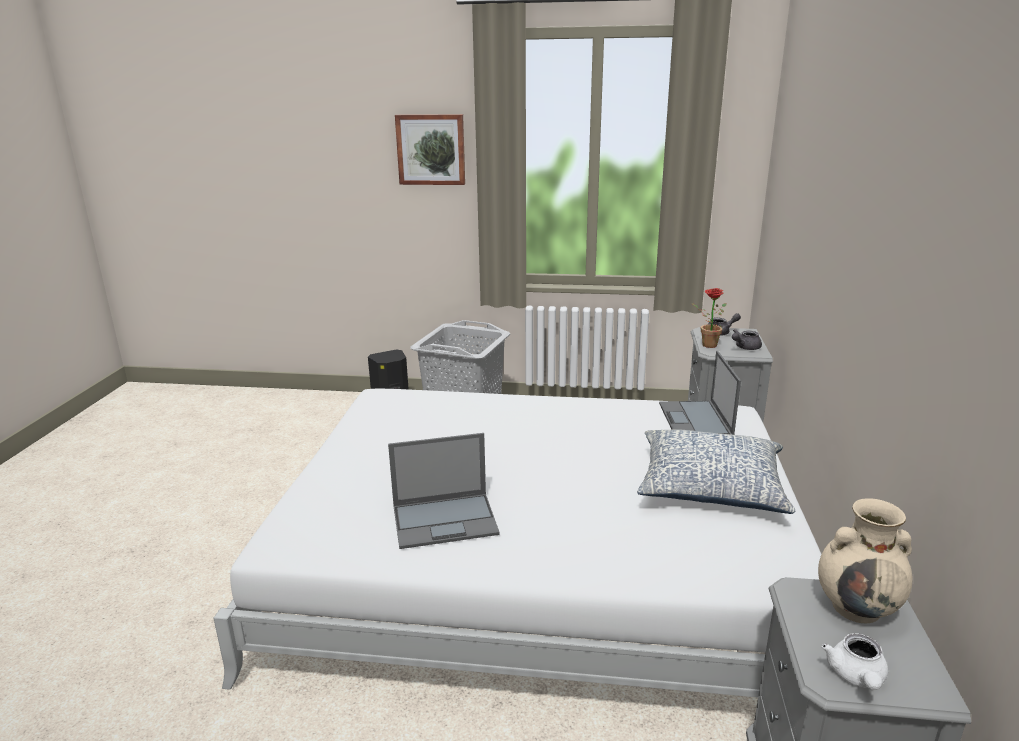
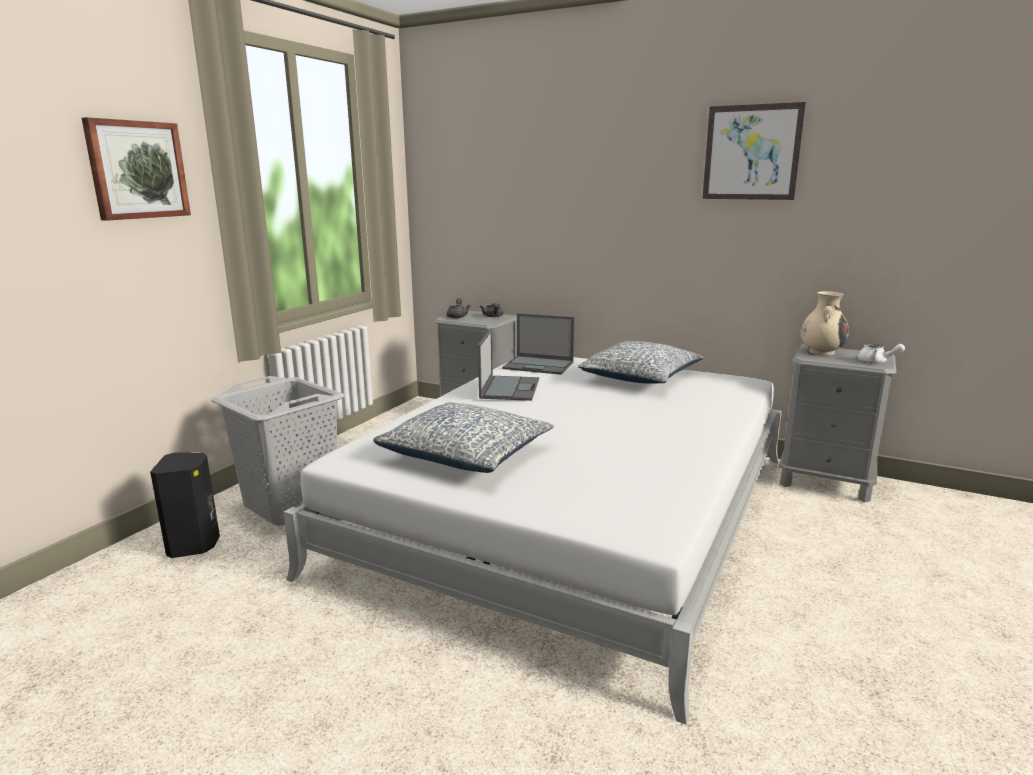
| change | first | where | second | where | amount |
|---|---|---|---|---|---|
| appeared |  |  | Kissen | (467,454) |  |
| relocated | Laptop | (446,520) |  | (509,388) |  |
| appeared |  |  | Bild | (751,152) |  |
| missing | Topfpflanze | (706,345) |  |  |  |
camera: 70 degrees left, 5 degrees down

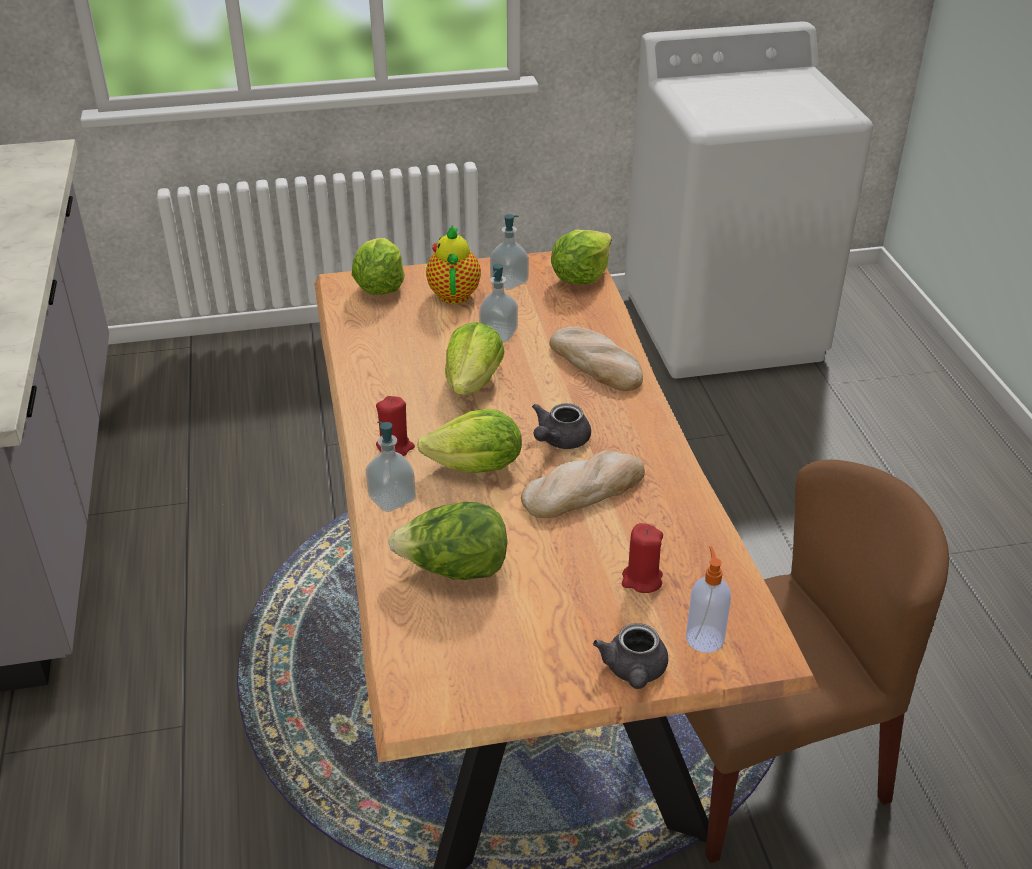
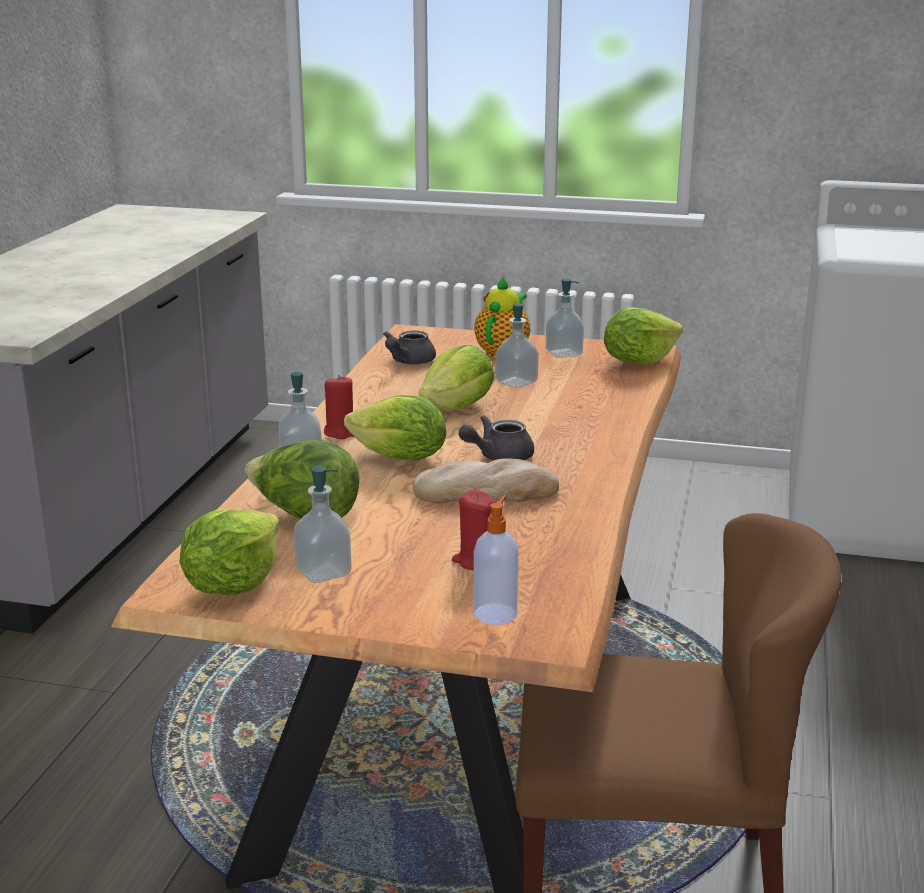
| change | first | where | second | where | amount |
|---|---|---|---|---|---|
| relocated | Salatkopf | (380,287) |  | (232,584) |  |
| appeared |  |  | Seifenspender | (323,572) |  |
| relocated | Teekanne (grau) | (634,672) |  | (408,362) |  |
| missing | Brot | (596,363) |  |  |  |
camera: 25 degrees right, 15 degrees down

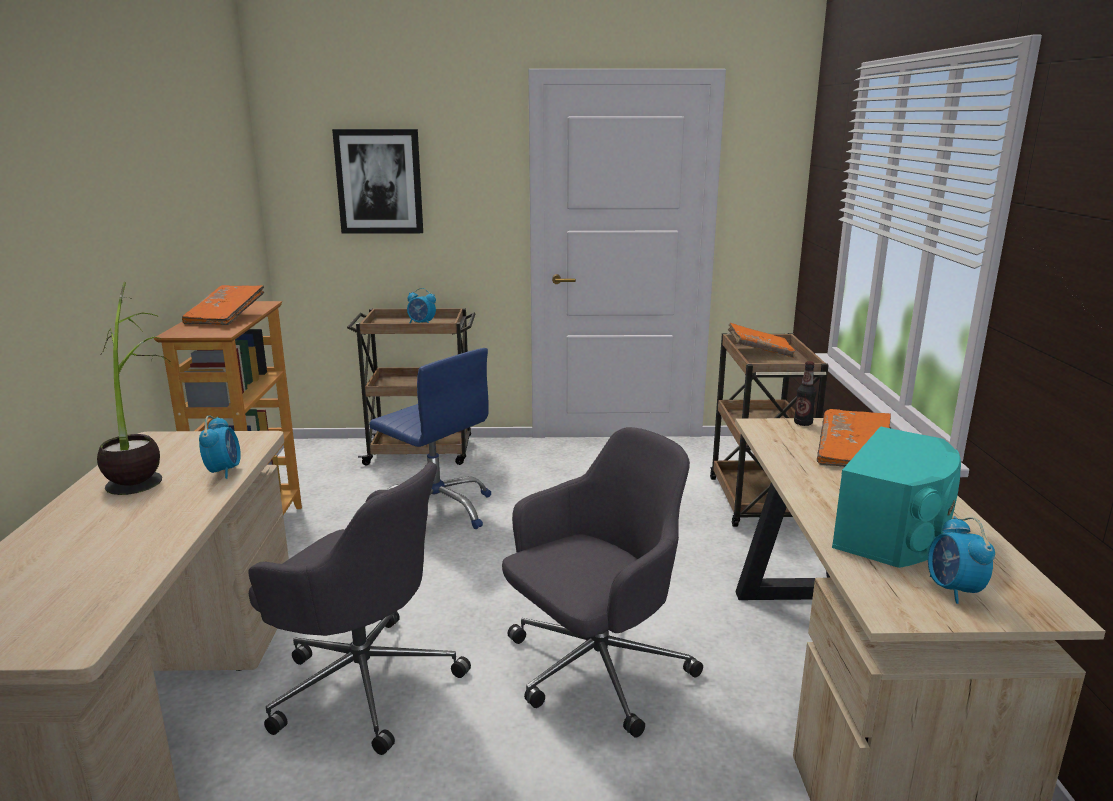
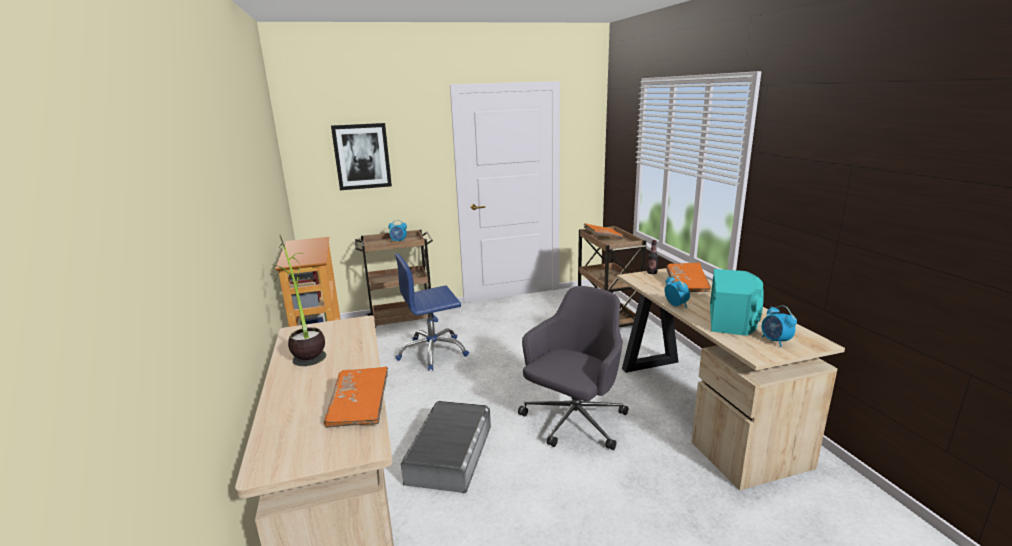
| change | first | where | second | where | amount |
|---|---|---|---|---|---|
| relocated | Buch (orange) | (226,318) |  | (360,407) |  |
| spun | Bürostuhl (blau) | (436,510) |  | (433,352) | 135 degrees clockwise |
| exchanged | Bürostuhl (grau) | (363,681) | Aufbewahrungsbox (grau) | (450,453) |  |
| relocated | Wecker | (224,471) |  | (676,305) |  |
camera: 15 degrees left, 0 degrees up

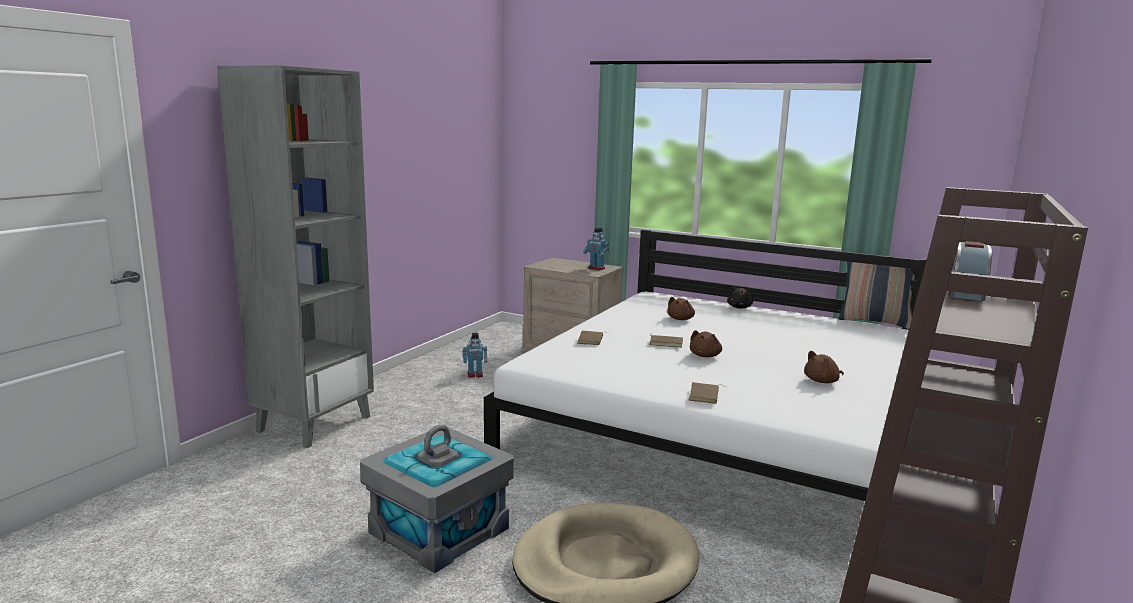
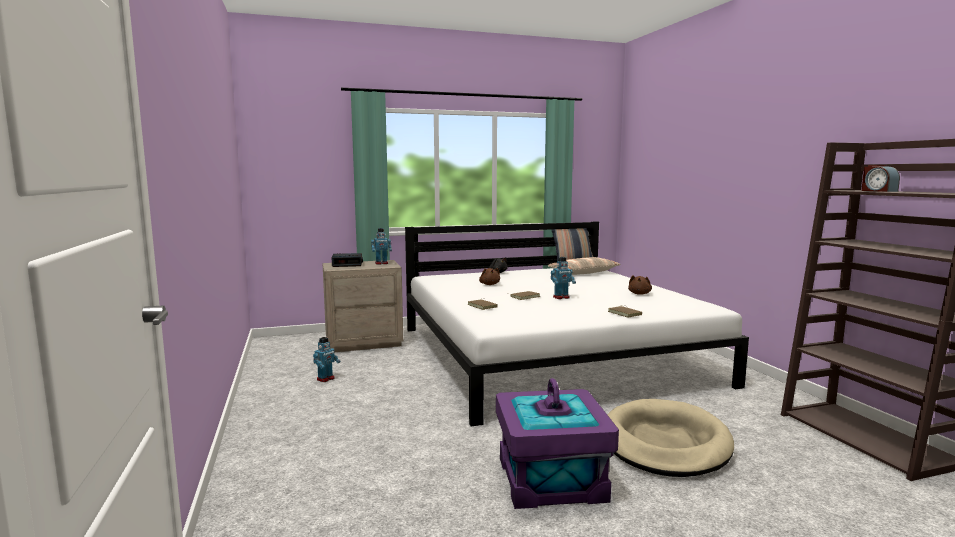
| change | first | where | second | where | amount |
|---|---|---|---|---|---|
| appeared |  |  | Wecker | (347,264) |  |
| colour | Aufbewahrungsbox (grau) | (439,530) | Aufbewahrungsbox (lila) | (550,479) |  |
| appeared |  |  | Kissen | (583,273) |  |
| exchanged | Plüschtier (braun) | (705,356) | Spielzeugroboter | (561,297) |  |
| missing | Bücherregal (grau) | (314,423) |  |  |  |
camera: 45 degrees left, 5 degrees down

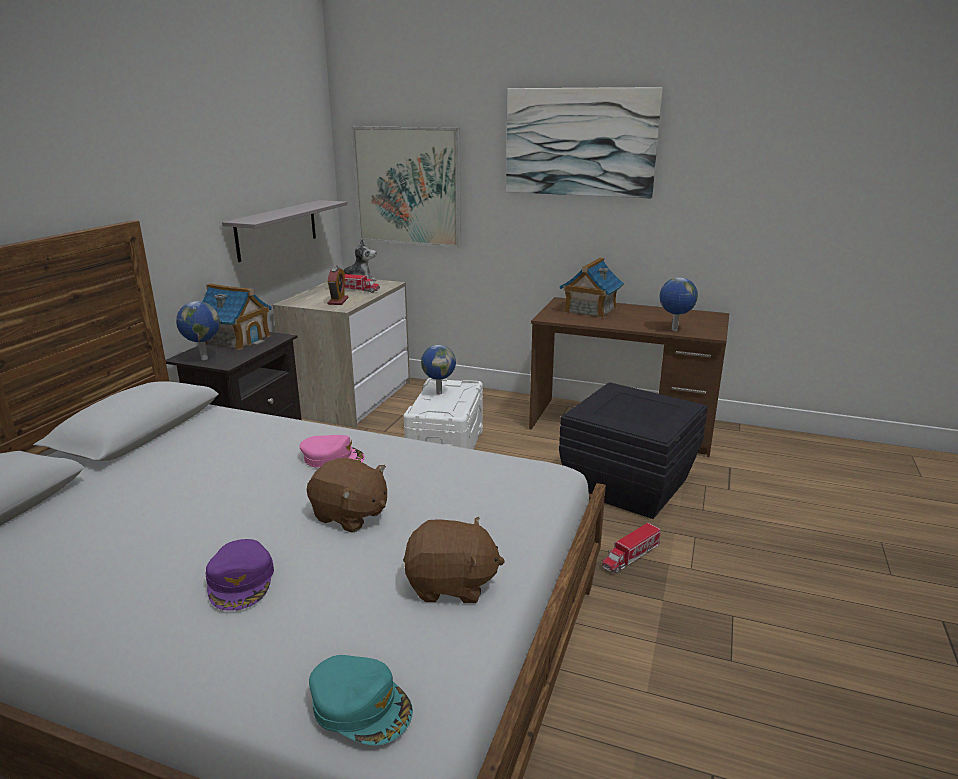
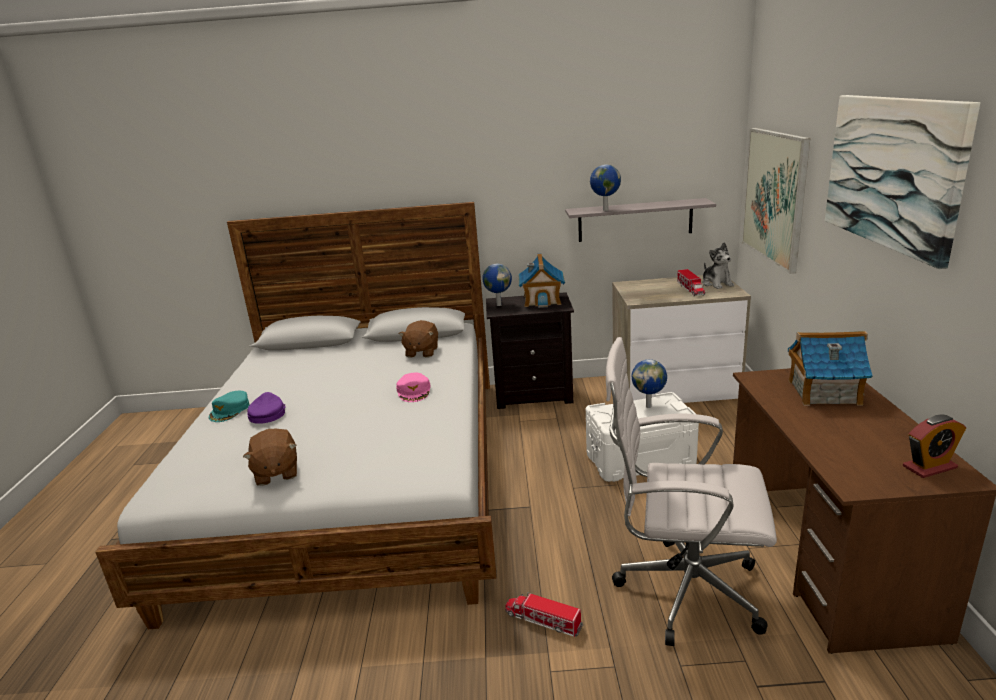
| change | first | where | second | where | amount |
|---|---|---|---|---|---|
| relocated | Kappe (türkis) | (361,705) |  | (230,410) |  |
| spun | Kappe (lila) | (241,581) |  | (267,414) | 120 degrees clockwise |
| relocated | Plüschtier (braun) | (350,515) |  | (421,352) |  |
| relocated | Globus | (674,330) |  | (604,210) |  |
| exchanged | Aufbewahrungsbox (schwarz) | (627,484) | Bürostuhl (weiß) | (682,590) |  |
| relocated | Wecker | (338,301) |  | (929,467) |  |
camera: 70 degrees right, 0 degrees up

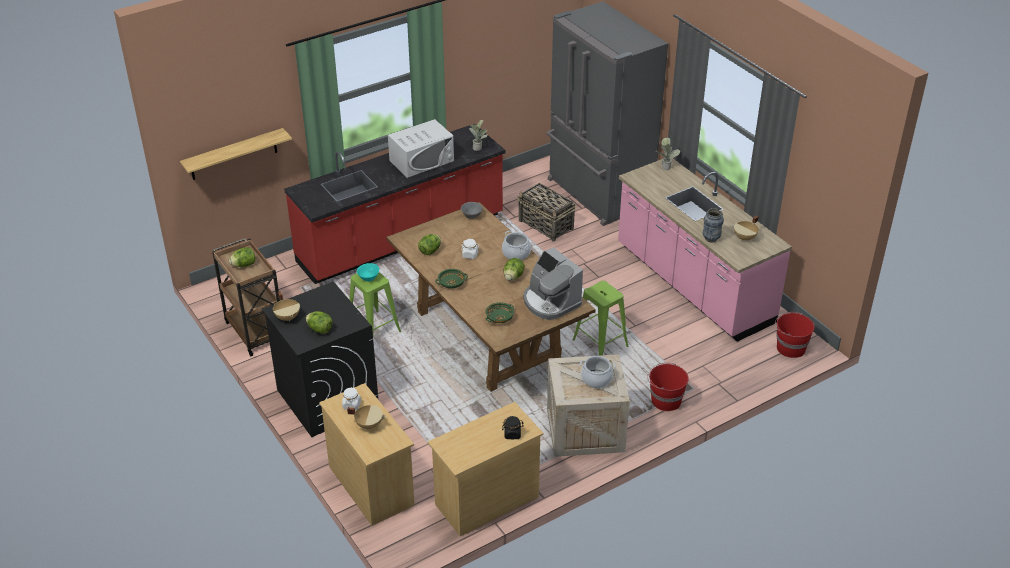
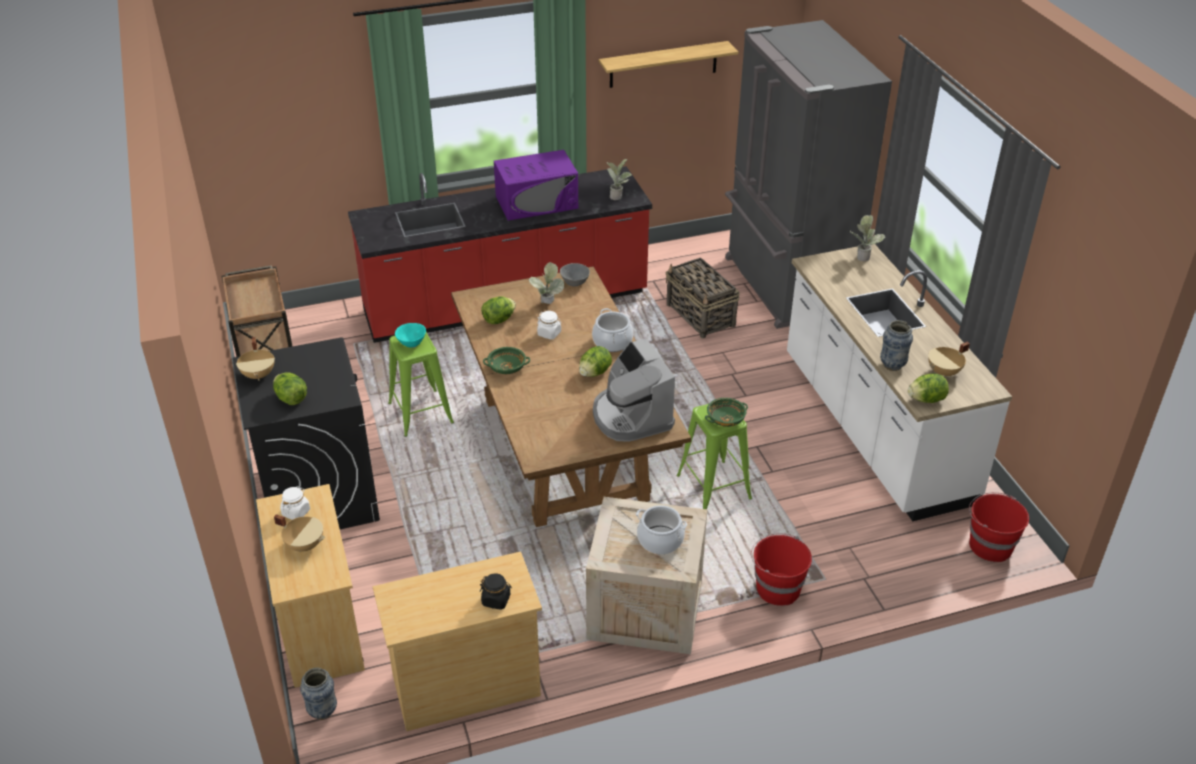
| change | first | where | second | where | amount |
|---|---|---|---|---|---|
| appeared |  |  | Vase | (322,711) |  |
| colour | Mikrowelle (weiß) | (422,161) | Mikrowelle (lila) | (537,202) |  |
| appeared |  |  | Topfpflanze | (547,305) |  |
| relocated | Wandregal | (233,154) |  | (663,64) |  |
| relocated | Schüssel (grün) | (499,318) |  | (726,419) |  |
| colour | Küchenzeile (rosa) | (693,285) | Küchenzeile (weiß) | (874,429) |  |
| relocated | Salatkopf | (244,265) |  | (926,399) |  |
camera: 15 degrees right, 0 degrees up

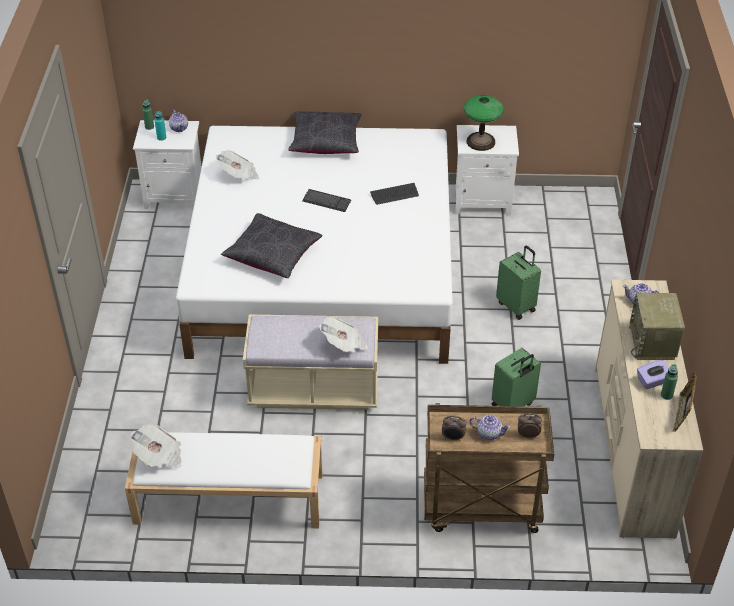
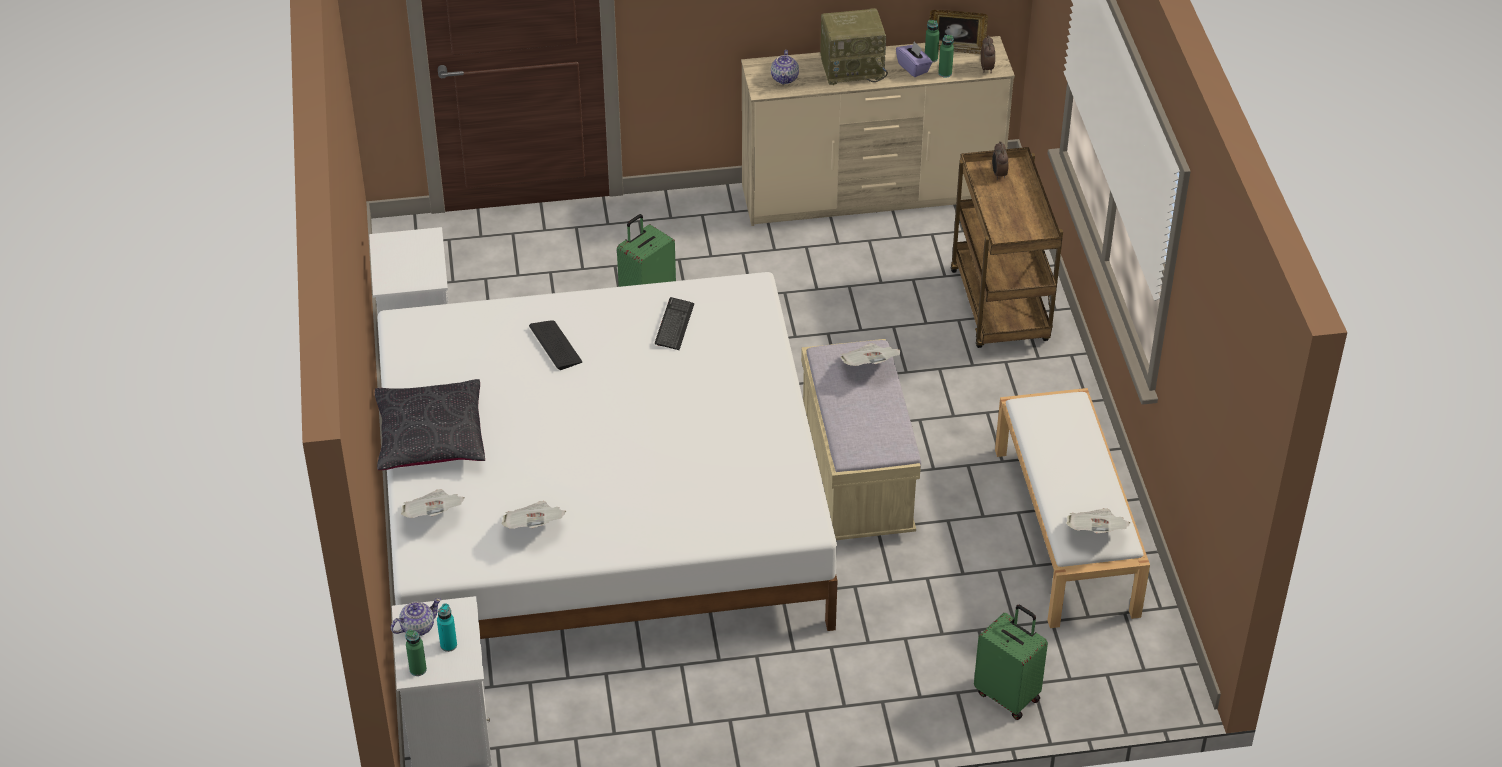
| change | first | where | second | where | amount |
|---|---|---|---|---|---|
| appeared |  |  | Zeitung | (434,515) |  |
| relocated | Tastatur | (326,201) |  | (674,325) |  |
| appeared |  |  | Flasche (grün) | (945,73) |  |
| relocated | Koffer (grün) | (513,405) |  | (1008,695) |  |
| relocated | Wecker | (453,438) |  | (987,68) |  |
| missing | Kissen (schwarz) | (272,255) |  |  |  |
| missing | Tischlampe | (480,142) |  |  |  |
| missing | Teekanne | (488,433) |  |  |  |
camera: 100 degrees left, 0 degrees up

